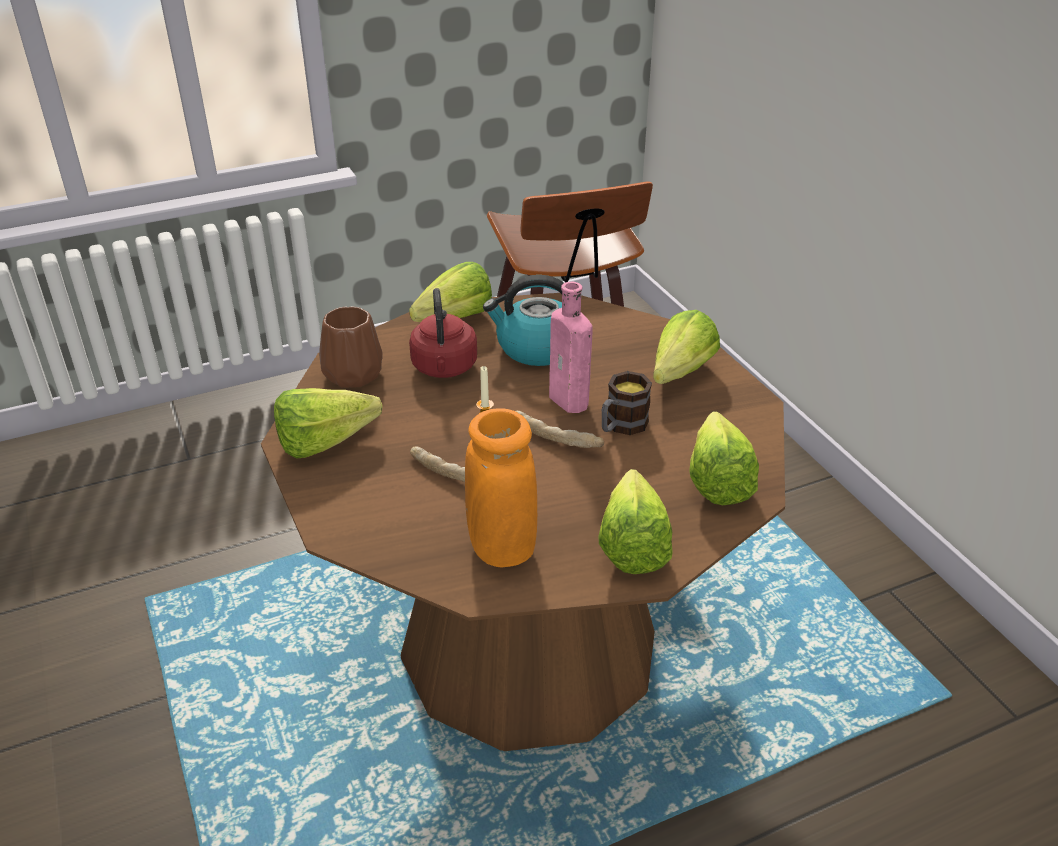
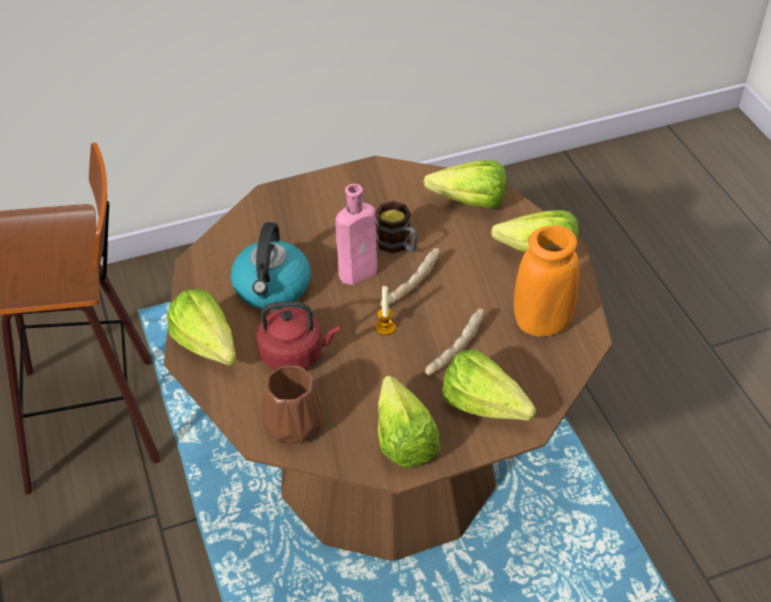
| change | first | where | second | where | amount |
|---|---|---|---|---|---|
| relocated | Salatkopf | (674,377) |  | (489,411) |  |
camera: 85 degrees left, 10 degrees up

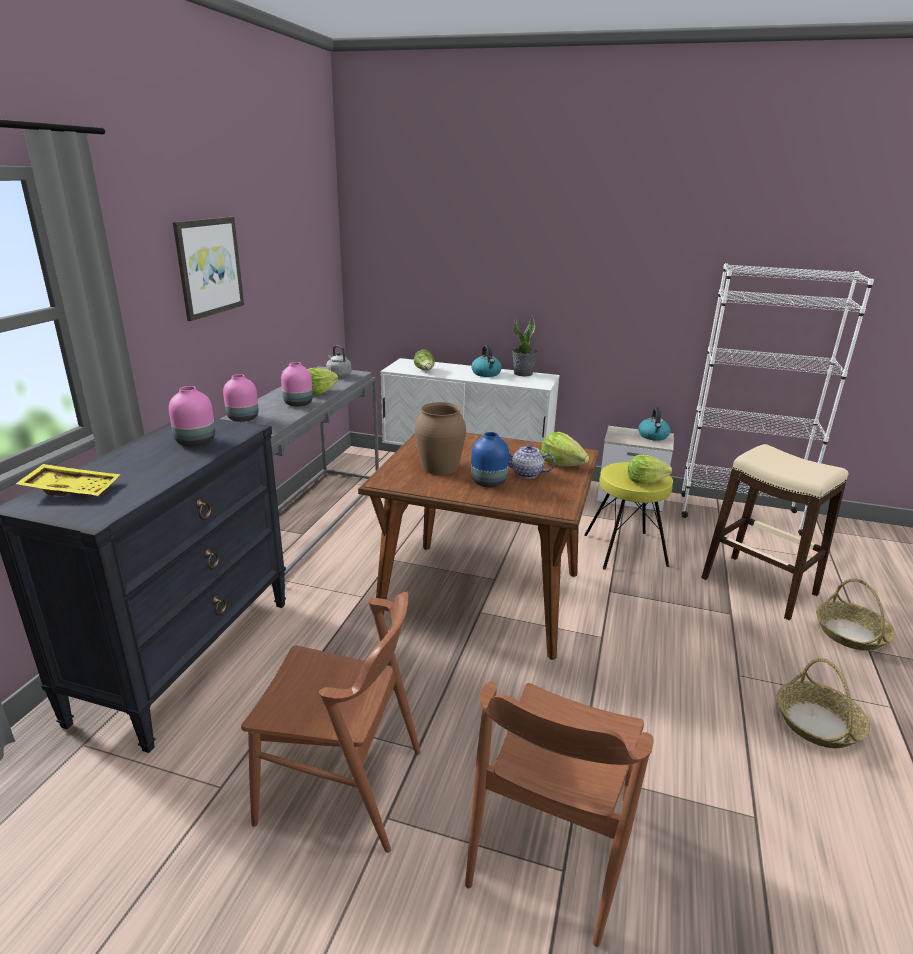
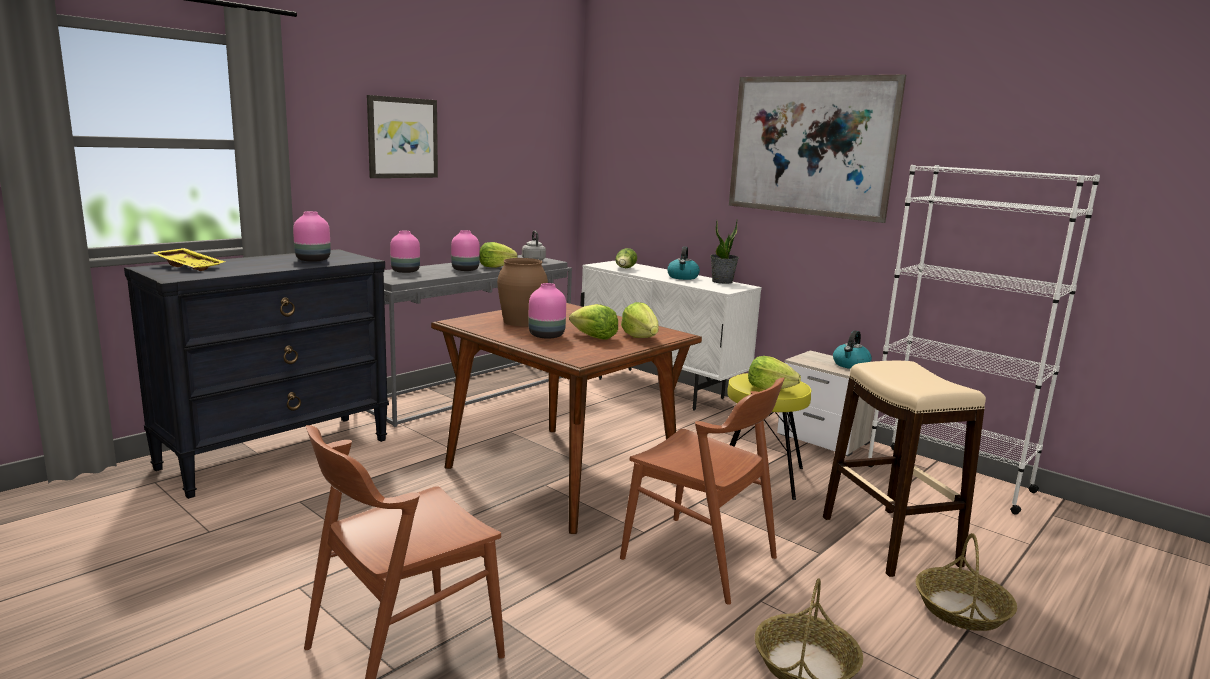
| change | first | where | second | where | amount |
|---|---|---|---|---|---|
| colour | Vase (blau) | (487,483) | Vase (rosa) | (545,336) |  |
| exchanged | Teekanne | (527,474) | Salatkopf | (593,337) |  |
| relocated | Stuhl (braun) | (342,786) |  | (699,558) |  |
| appeared |  |  | Bild | (809,146) |  |
camera: 25 degrees right, 10 degrees down

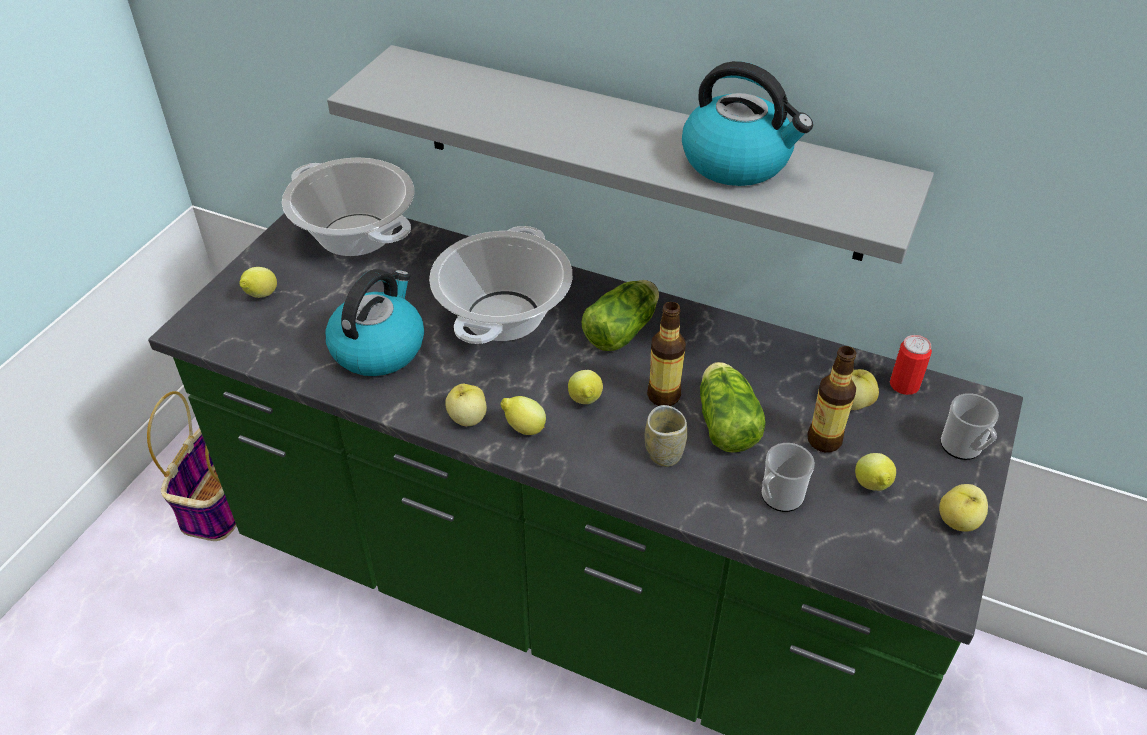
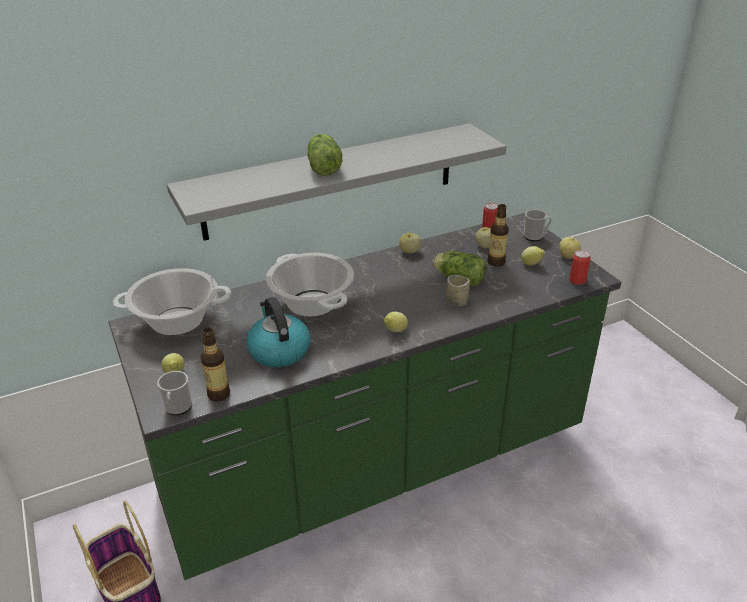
| change | first | where | second | where | amount |
|---|---|---|---|---|---|
| relocated | Henkelbecher | (778,498) |  | (177,408) |  |
| relocated | Flasche | (663,396) |  | (219,394) |  |
| relocated | Salatkopf | (624,329) |  | (324,166) |  |
| relocated | Apfel | (467,418) |  | (409,251) |  |
| appeared |  |  | Dose | (577,280) |  |
| missing | Zitrone | (585,402) |  |  |  |
| missing | Wasserkessel | (737,161) |  |  |  |
camera: 50 degrees left, 10 degrees down

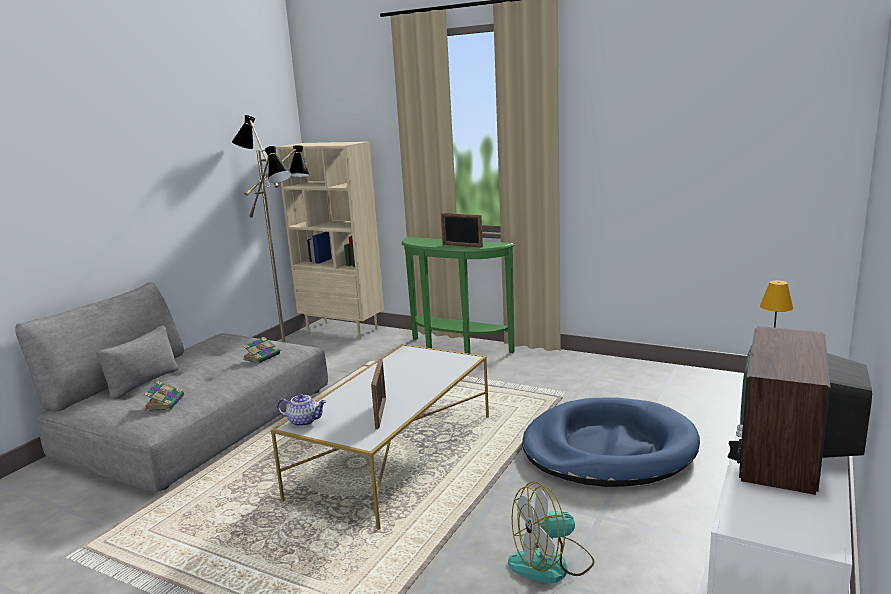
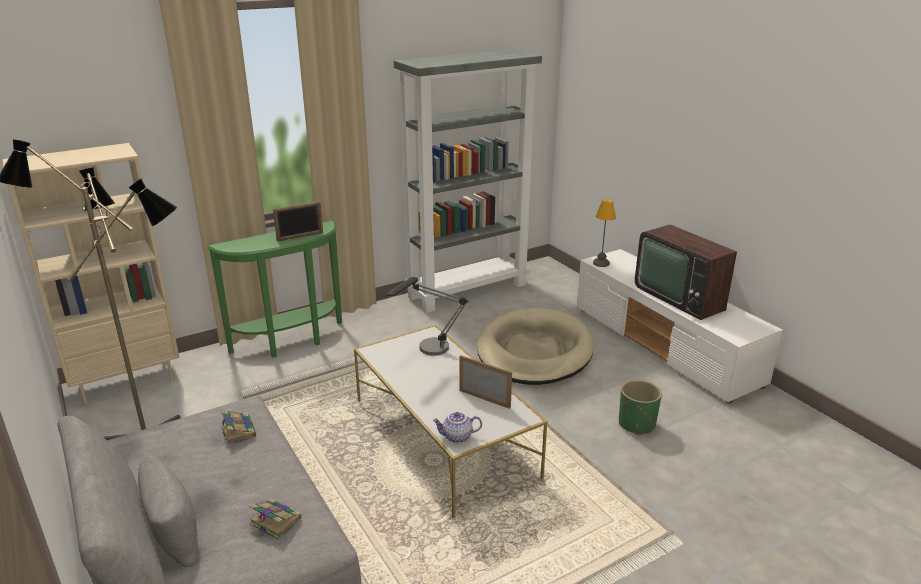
| change | first | where | second | where | amount |
|---|---|---|---|---|---|
| appeared |  |  | Tischlampe | (427,351) |  |
| appeared |  |  | Bücherregal (grau) | (468,290) |  |
| spun | Teekanne | (304,421) |  | (457,437) | 135 degrees counterclockwise |
| colour | Hundebett (blau) | (608,449) | Hundebett (beige) | (534,352) |  |
| exchanged | Ventilator | (551,564) | Pflanzkübel (grün) | (637,424) |  |
camera: 60 degrees left, 10 degrees up

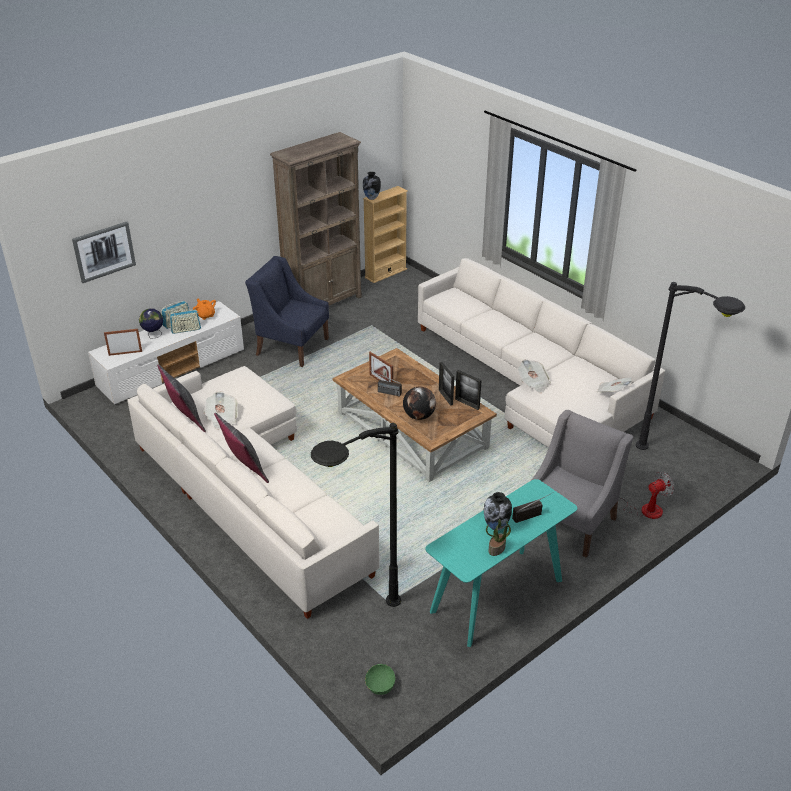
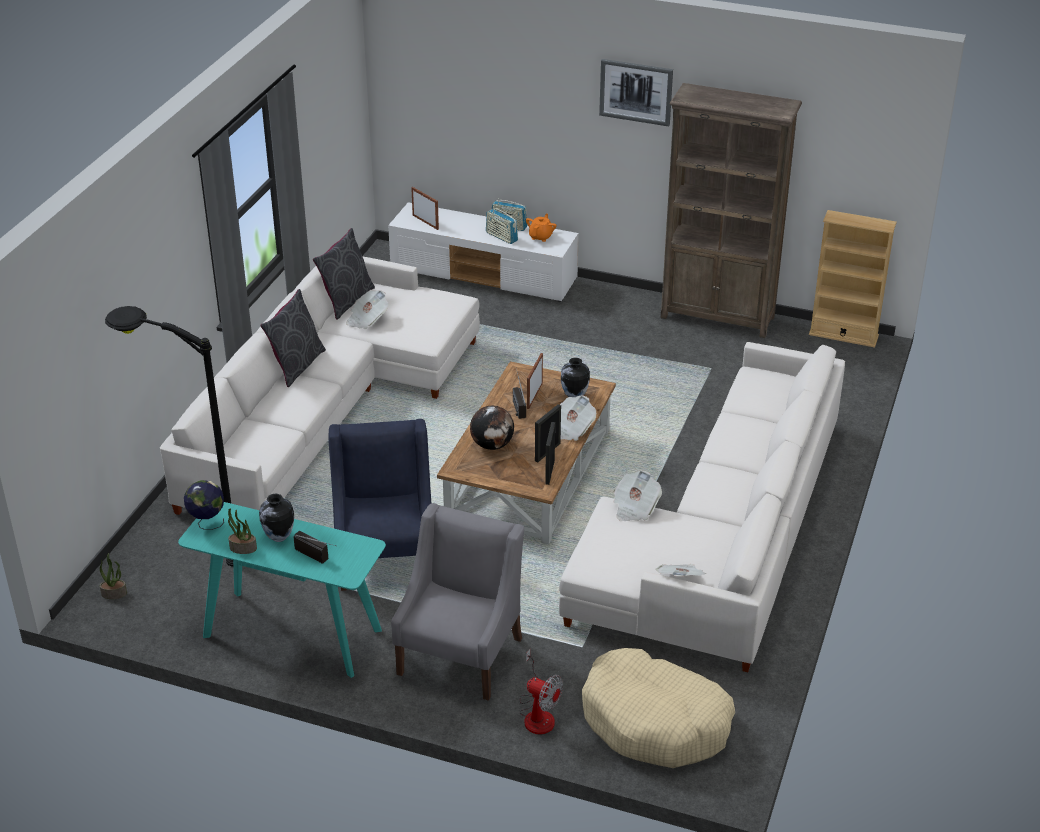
| change | first | where | second | where | amount |
|---|---|---|---|---|---|
| exchanged | Schüssel (grün) | (380,686) | Topfpflanze | (114,593) |  |
| relocated | Globus | (153,335) |  | (207,523) |  |
| relocated | Sessel (blau) | (291,346) |  | (386,557) |  |
| spun | Sessel (grau) | (570,522) |  | (461,655) | 75 degrees counterclockwise |
| appeared |  |  | Zeitung | (571,429) |  |
| relocated | Vase | (371,198) |  | (574,396) |  |
| exchanged | Stehlampe (schwarz) | (674,466) | Hundebett (beige) | (655,722) |  |
| relocated | Bild | (104,251) |  | (636,92) |  |
camera: 60 degrees right, 0 degrees up

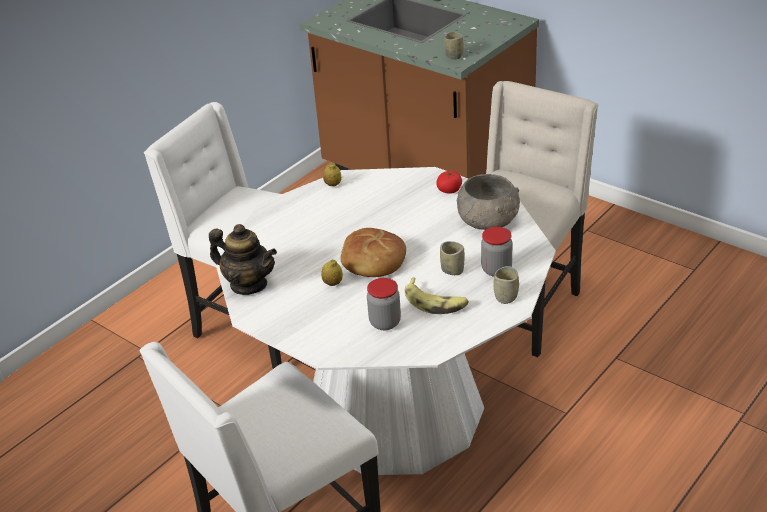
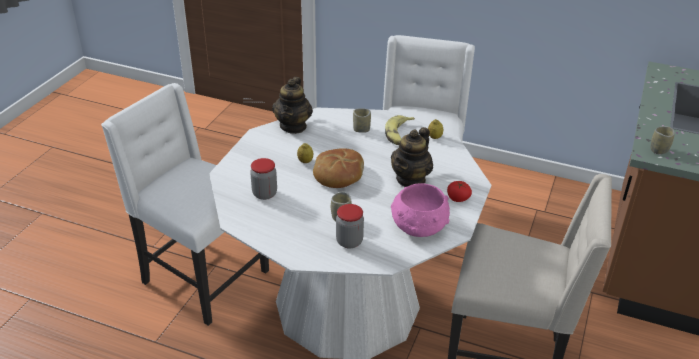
| change | first | where | second | where | amount |
|---|---|---|---|---|---|
| relocated | Tasse | (506,297) |  | (361,129) |  |
| relocated | Banane | (435,302) |  | (399,134) |  |
| appeared |  |  | Teekanne | (411,180) |  |
| colour | Schüssel (grau) | (488,222) | Schüssel (rosa) | (418,227) |  |
camera: 70 degrees right, 0 degrees up

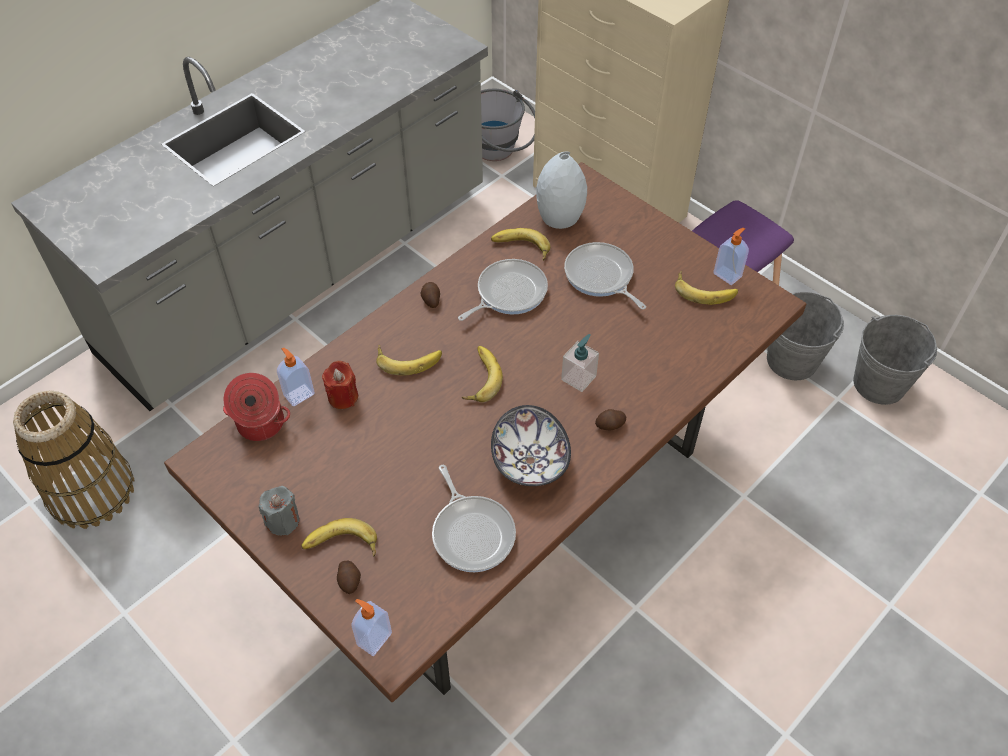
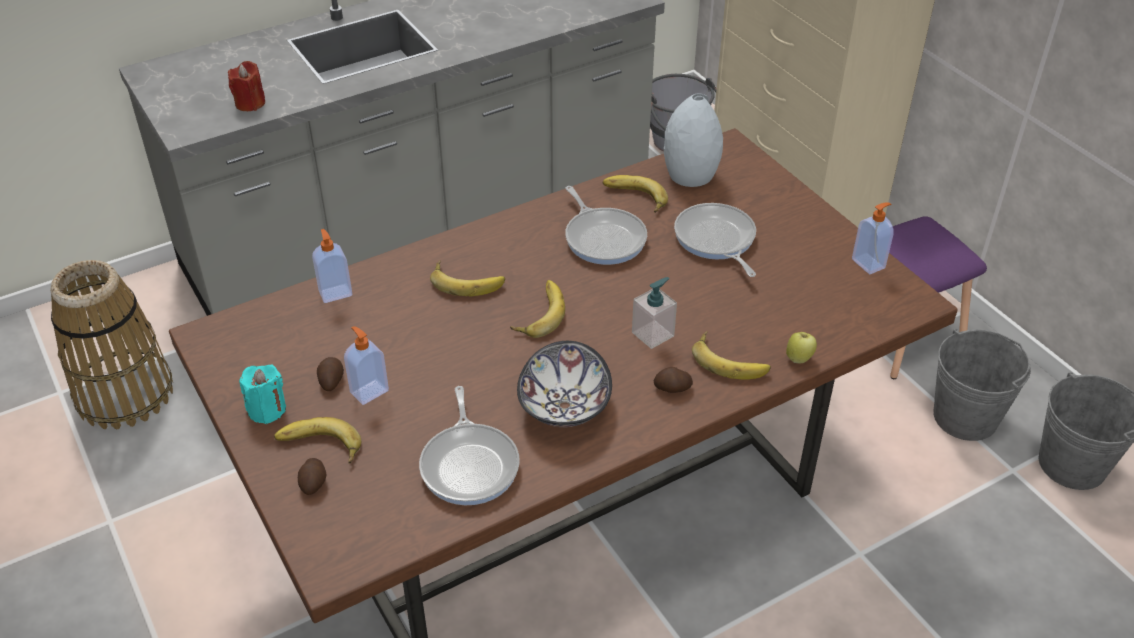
| change | first | where | second | where | amount |
|---|---|---|---|---|---|
| relocated | Kerze (rot) | (343,397) |  | (250,103) |  |
| colour | Kerze (grau) | (283,521) | Kerze (türkis) | (267,409) |  |
| relocated | Kartoffel | (431,299) |  | (331,380) |  |
| relocated | Seifenspender | (373,638) |  | (368,391) |  |
| spun | Pfanne | (508,293) |  | (603,238) | 90 degrees clockwise |
| relocated | Banane | (705,290) |  | (730,360) |  |
| appeared |  |  | Apfel | (799,358) |  |
| missing | Kochtopf | (260,424) |  |  |  |
camera: 15 degrees right, 10 degrees down

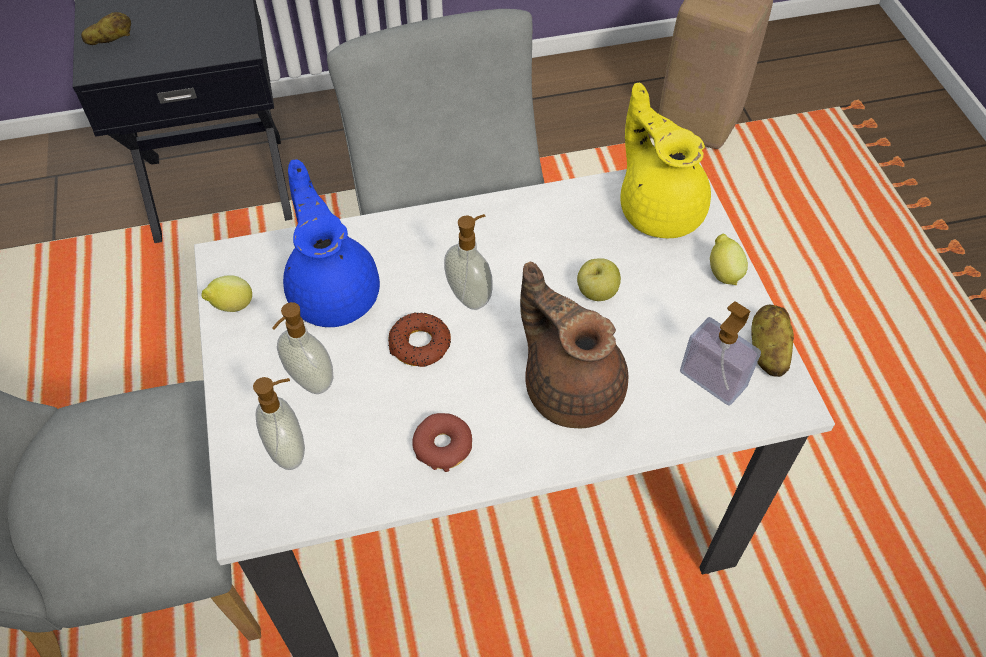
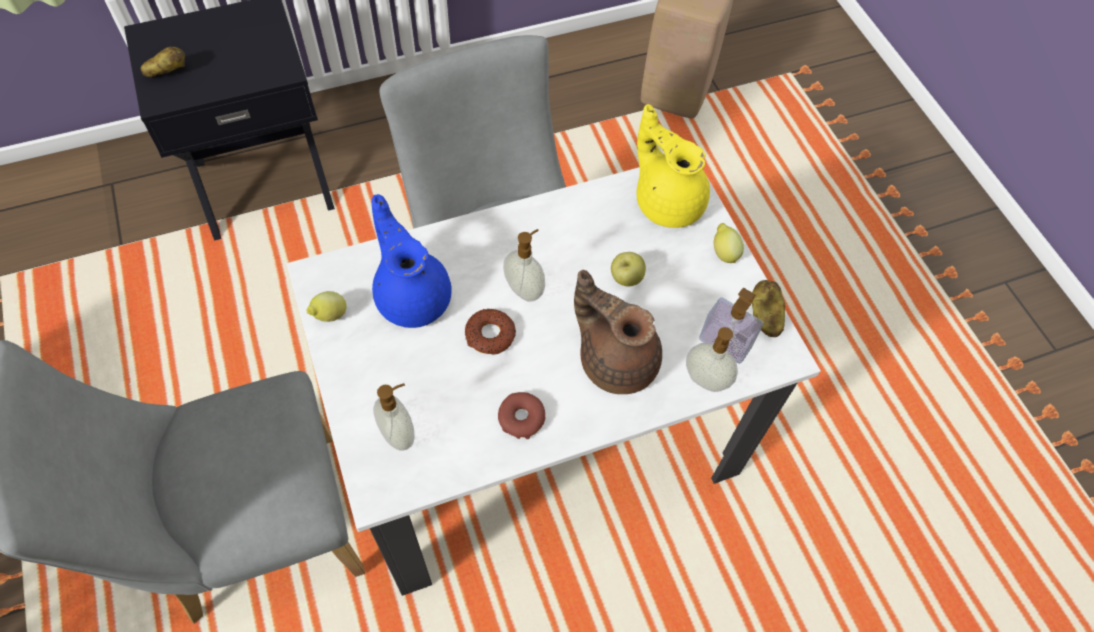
| change | first | where | second | where | amount |
|---|---|---|---|---|---|
| relocated | Seifenspender | (309,381) |  | (705,381) |  |
camera: 10 degrees left, 5 degrees up

